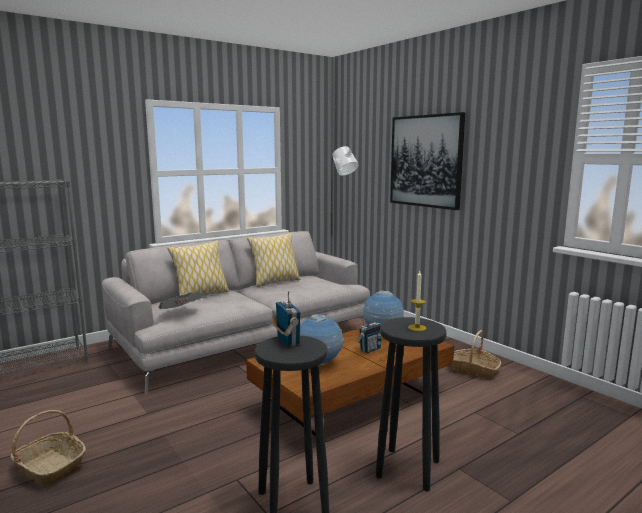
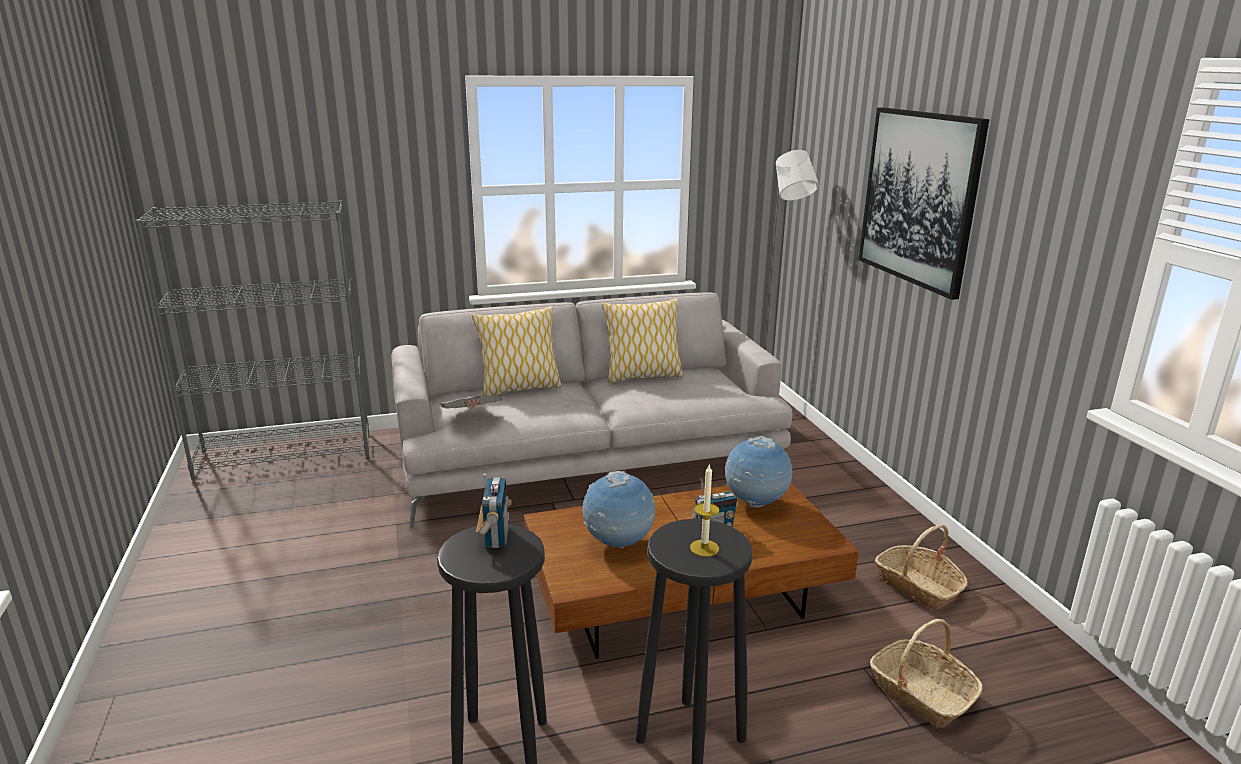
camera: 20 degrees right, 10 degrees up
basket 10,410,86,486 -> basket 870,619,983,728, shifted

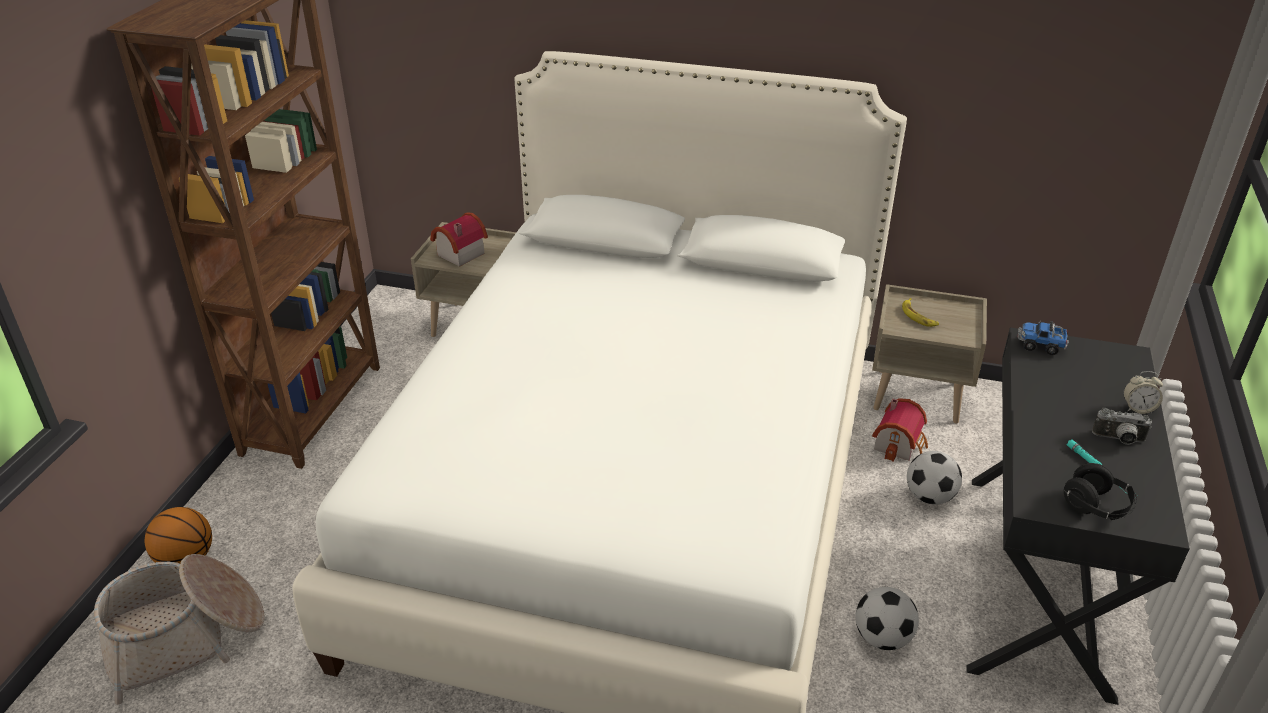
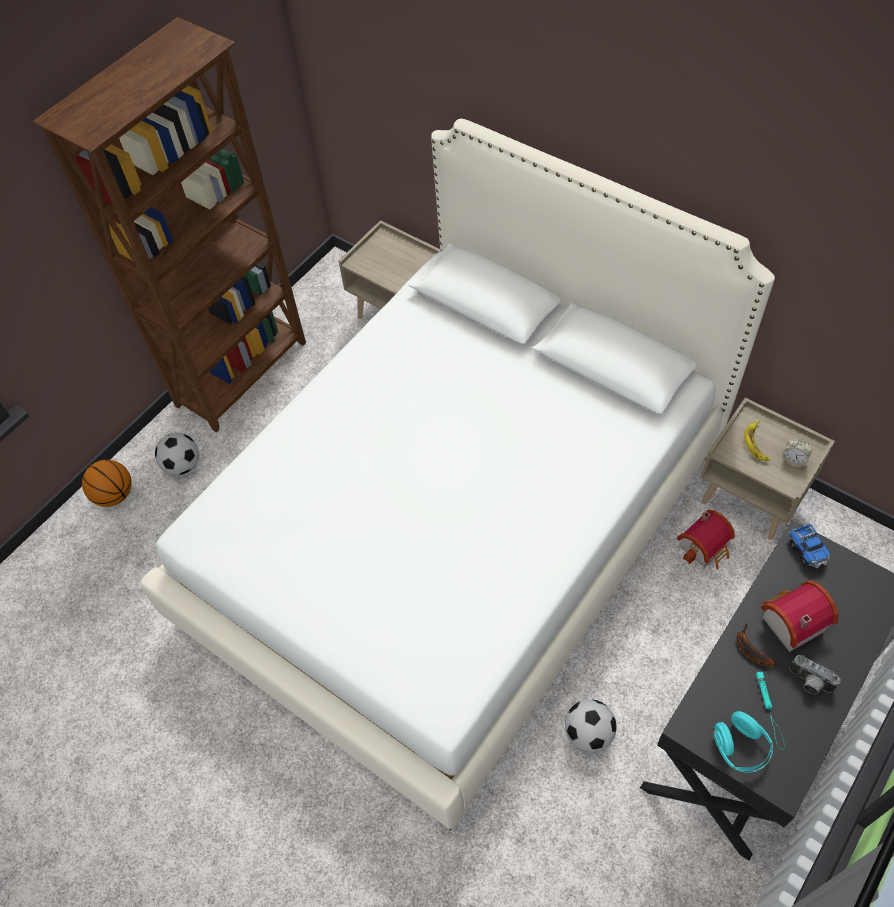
camera: 25 degrees right, 20 degrees up
basket 94,554,265,705 -> none
none -> banana 737,624,777,667
toy house 430,212,488,267 -> toy house 761,580,838,652, shifted
football 907,451,962,505 -> football 155,433,199,475, shifted
alarm clock 1124,371,1163,414 -> alarm clock 783,438,812,467, shifted
headphones (black) 1064,463,1137,520 -> headphones (turquoise) 712,711,773,773
toy truck 1018,320,1069,355 -> toy truck 788,524,830,568, 150 degrees counterclockwise

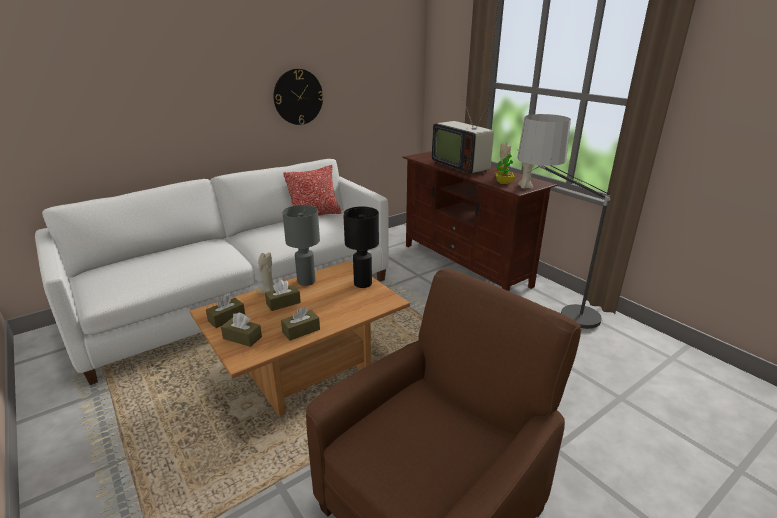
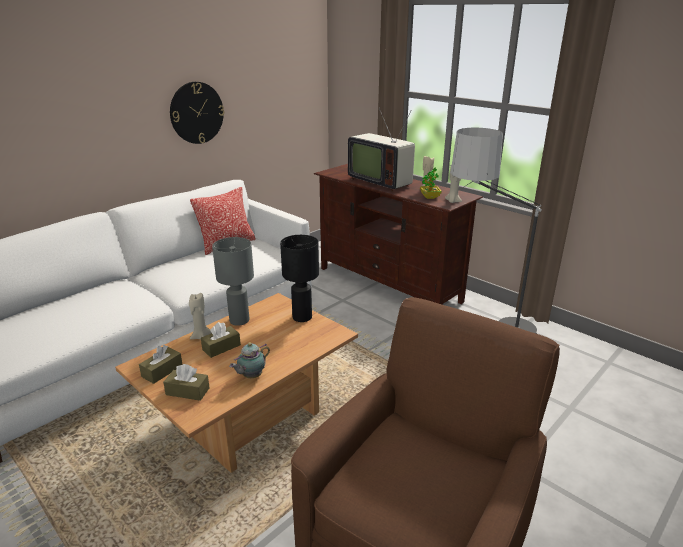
camera: 10 degrees left, 0 degrees up
tissue box (brown) 281,307,320,341 -> teapot 229,342,270,378

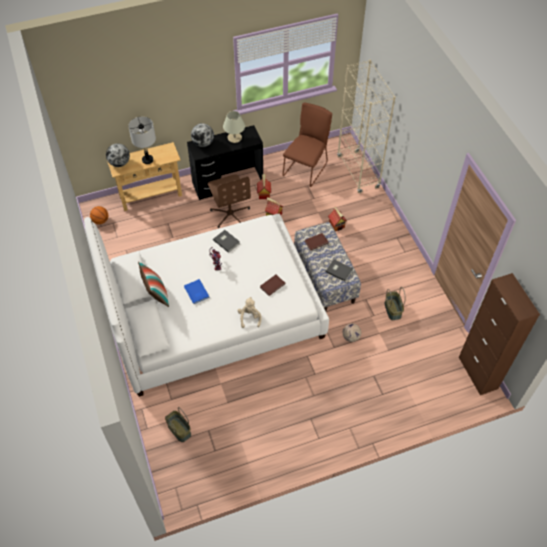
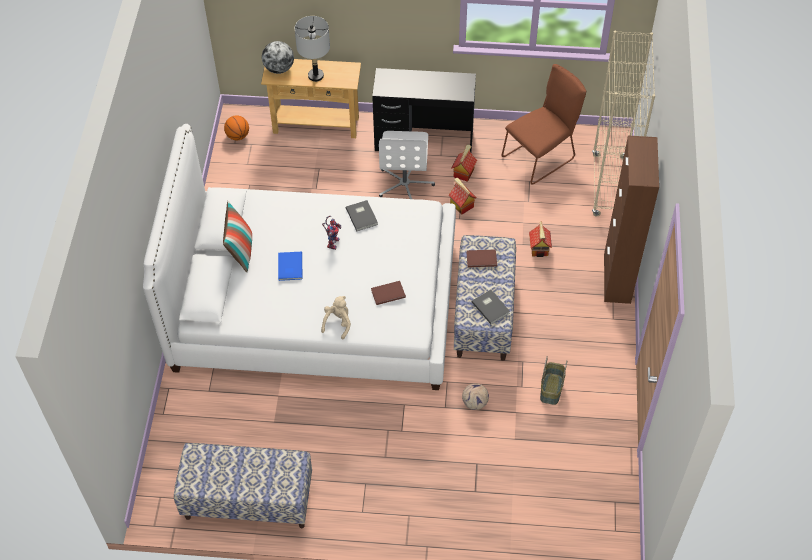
camera: 25 degrees right, 0 degrees up
basket 165,407,191,442 -> none
globe 191,123,214,147 -> none
table lamp (beige) 223,111,245,143 -> none
none -> bench 174,443,312,528
cabinet (brown) 459,273,540,395 -> cabinet (brown) 604,136,659,304, shifted
office chair (brown) 208,174,251,228 -> office chair (white) 379,131,435,199

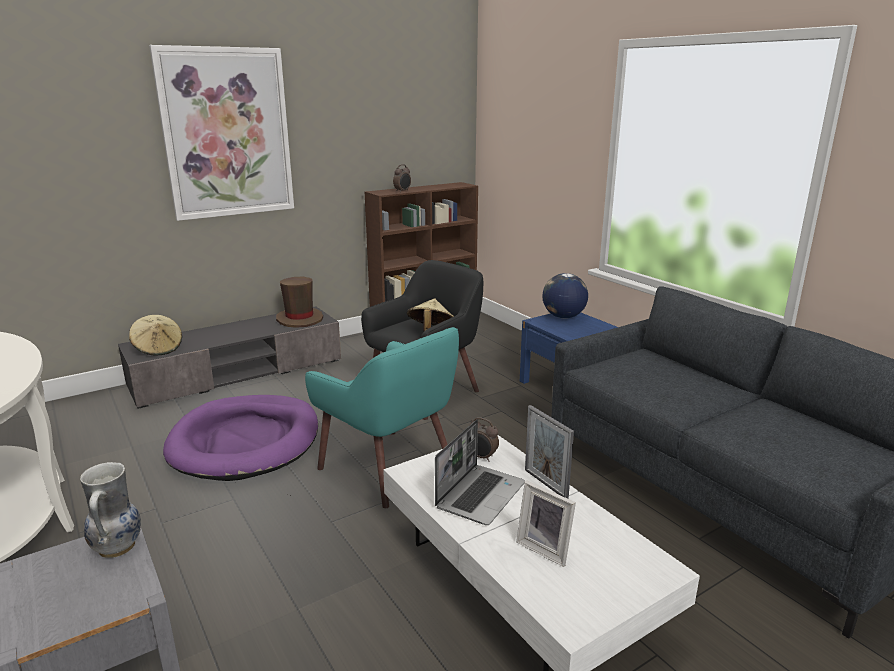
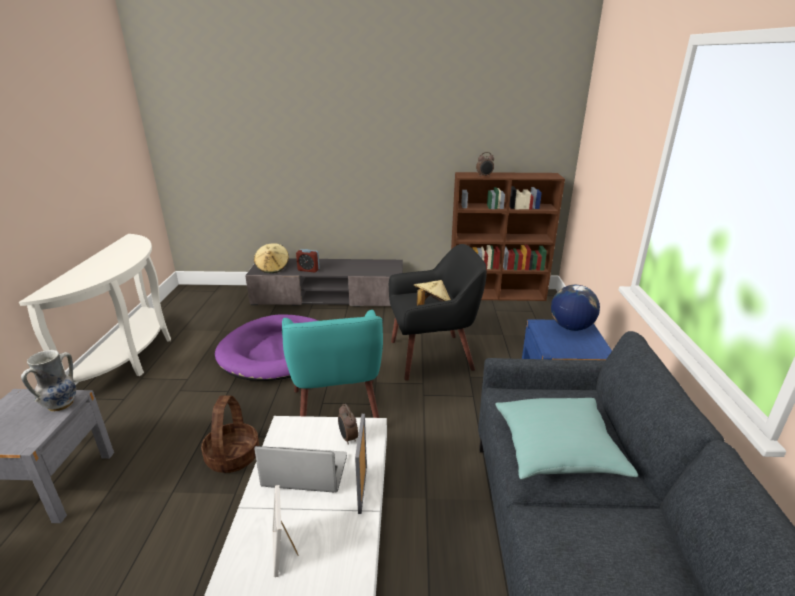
camera: 35 degrees right, 5 degrees up
picture 149,45,294,221 -> none
hat (brown) 276,277,323,328 -> none
none -> basket 201,395,259,473
none -> alarm clock 296,249,320,272
none -> pillow (turquoise) 495,398,638,479
laptop 435,419,525,525 -> laptop 254,446,347,492, 150 degrees counterclockwise

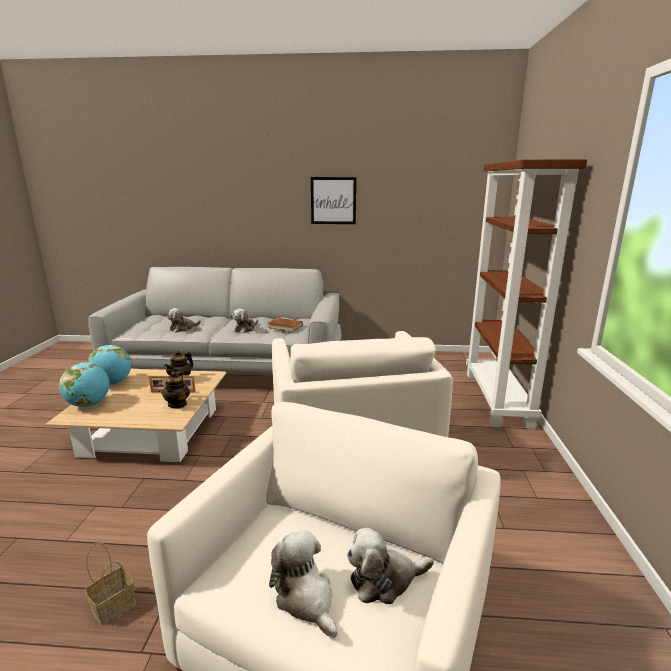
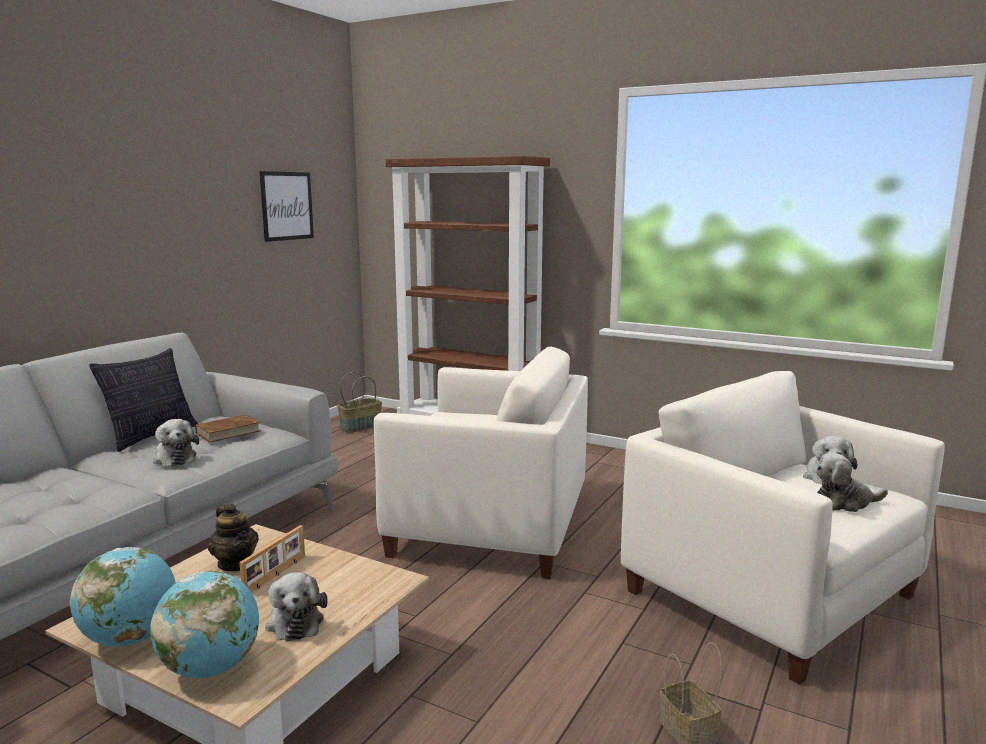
camera: 65 degrees left, 5 degrees down
teapot 162,371,190,409 -> none
none -> pillow 89,348,198,452
none -> basket 337,372,382,433
plush toy 167,308,201,333 -> plush toy 265,572,328,642, shifted
picture 311,177,356,224 -> picture 260,171,314,242, shifted

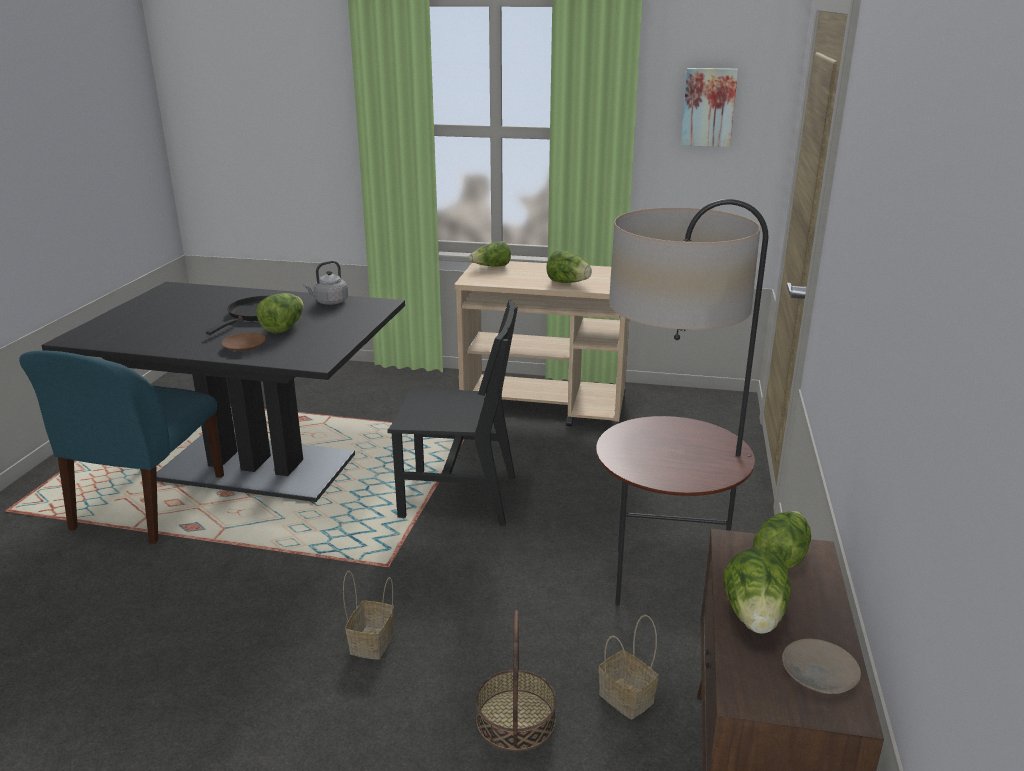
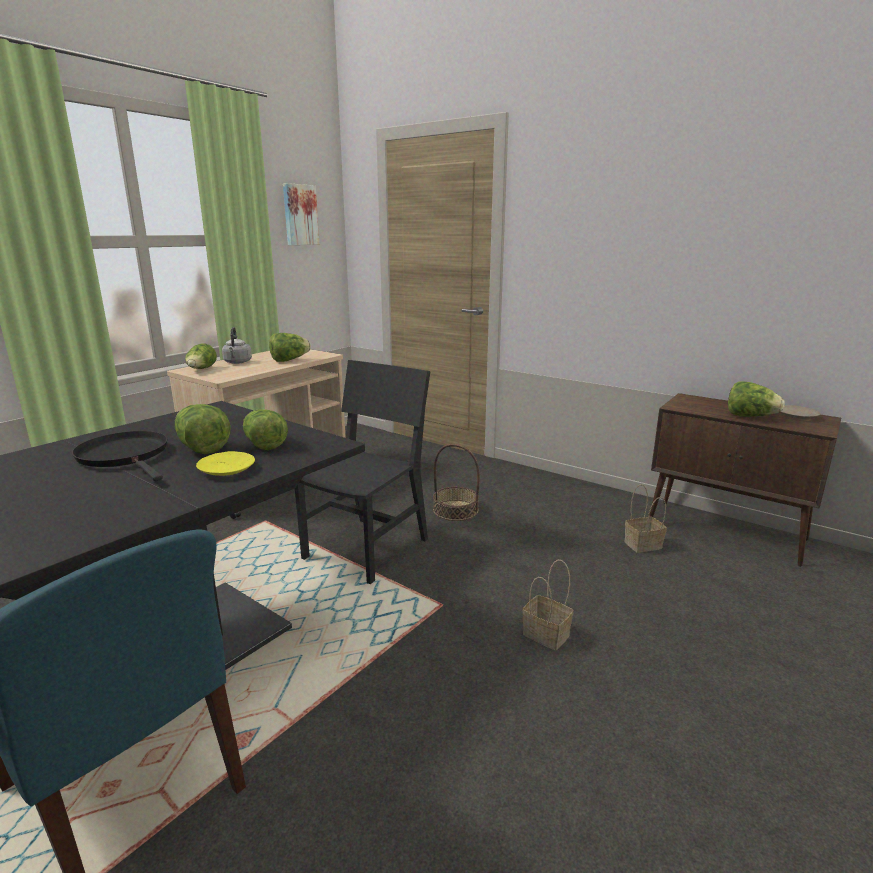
camera: 65 degrees left, 5 degrees down
floor lamp 596,199,769,606 -> none
kettle (grey) 303,261,348,305 -> kettle (grey) 222,327,252,364, shifted
basket 475,610,557,751 -> basket 433,444,480,521, shifted
lettuce 753,511,811,569 -> lettuce 243,409,288,450, shifted
plate (brown) 222,333,266,351 -> plate (yellow) 196,451,255,476

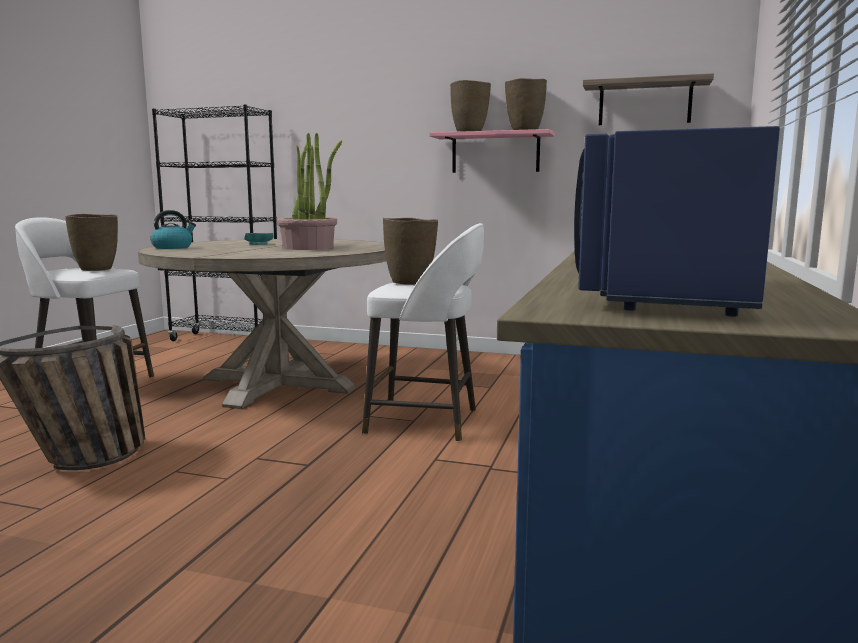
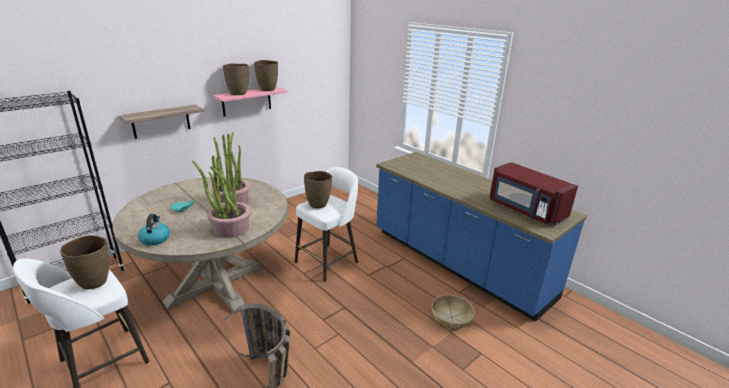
camera: 60 degrees left, 15 degrees up
none -> potted plant 192,156,251,238
none -> basket 432,295,475,331
shelf 583,73,714,125 -> shelf 119,104,204,139, shifted
microwave (blue) 574,126,780,317 -> microwave (red) 490,162,578,226

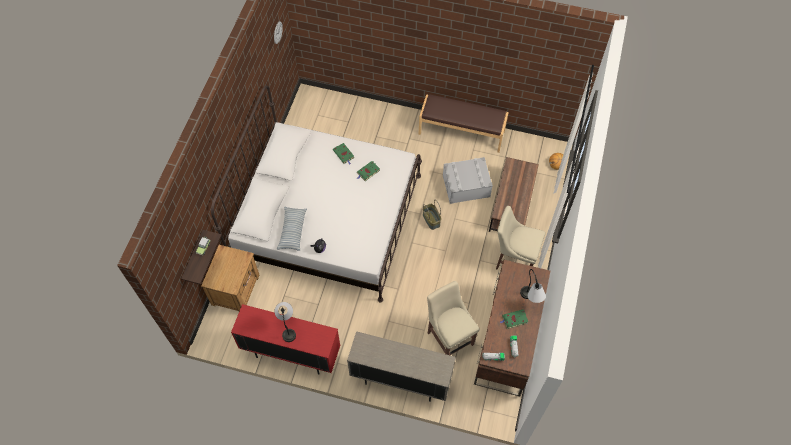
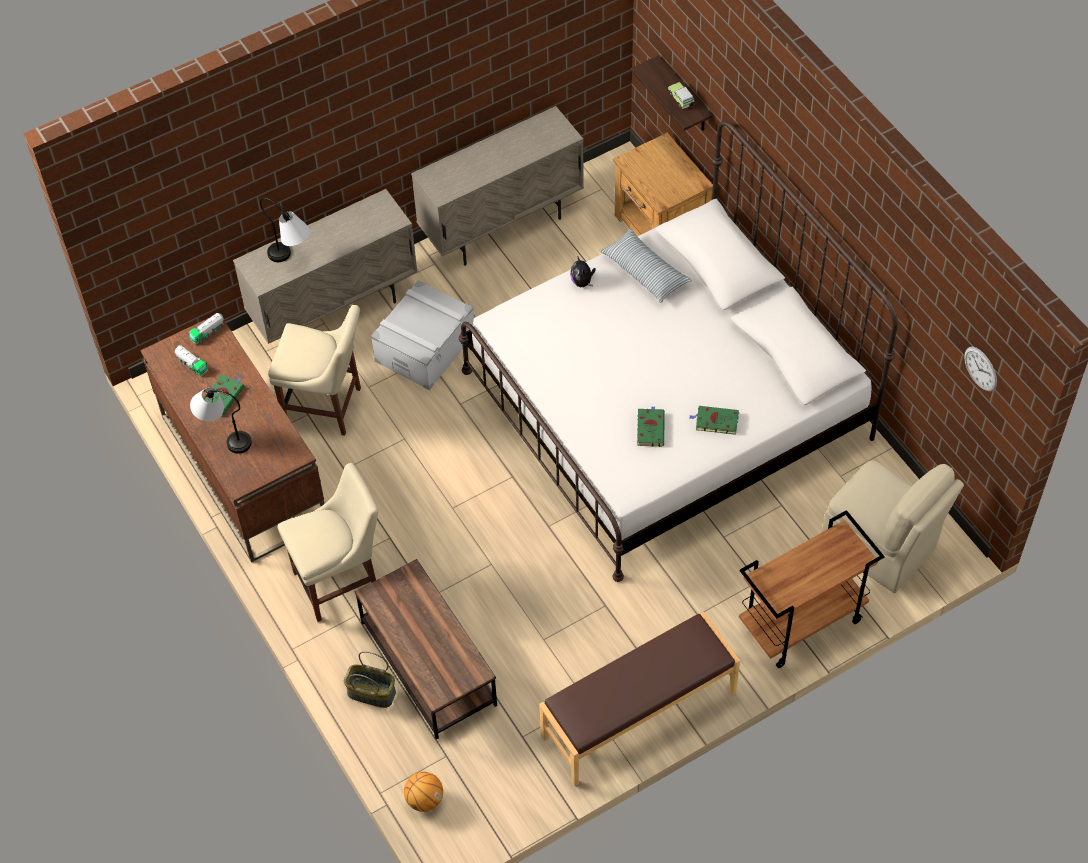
camera: 135 degrees right, 5 degrees down
none -> cart (brown) 739,510,885,668
none -> chair (beige) 822,460,964,593
table lamp 274,302,296,342 -> table lamp 260,198,311,262, shifted
basket 423,200,441,230 -> basket 344,651,396,708, shifted
storage box (grey) 443,157,493,204 -> storage box (grey) 371,280,474,391, shifted
cabinet (red) 231,304,340,374 -> cabinet (beige) 411,106,584,266

